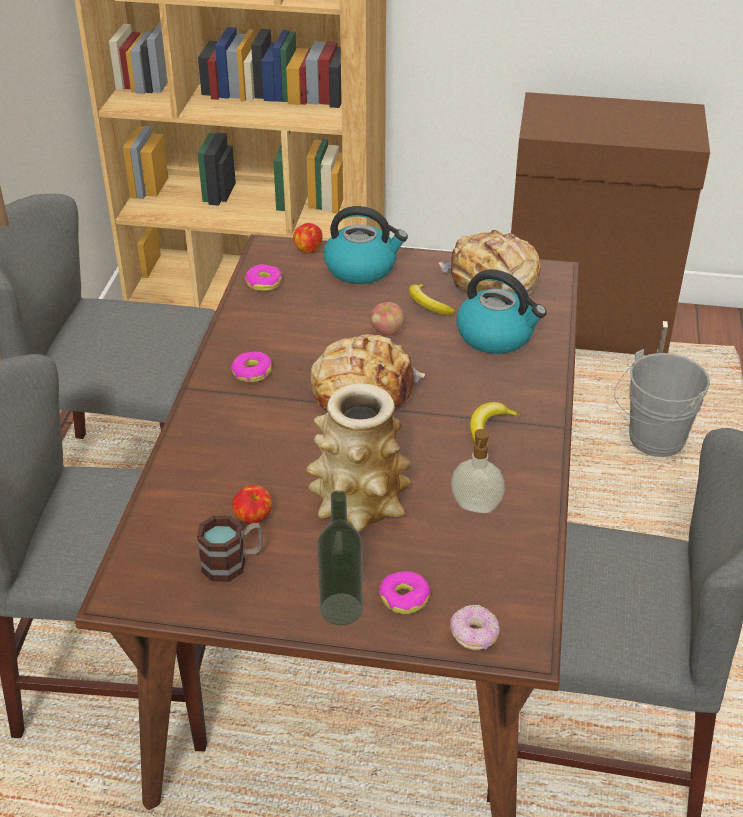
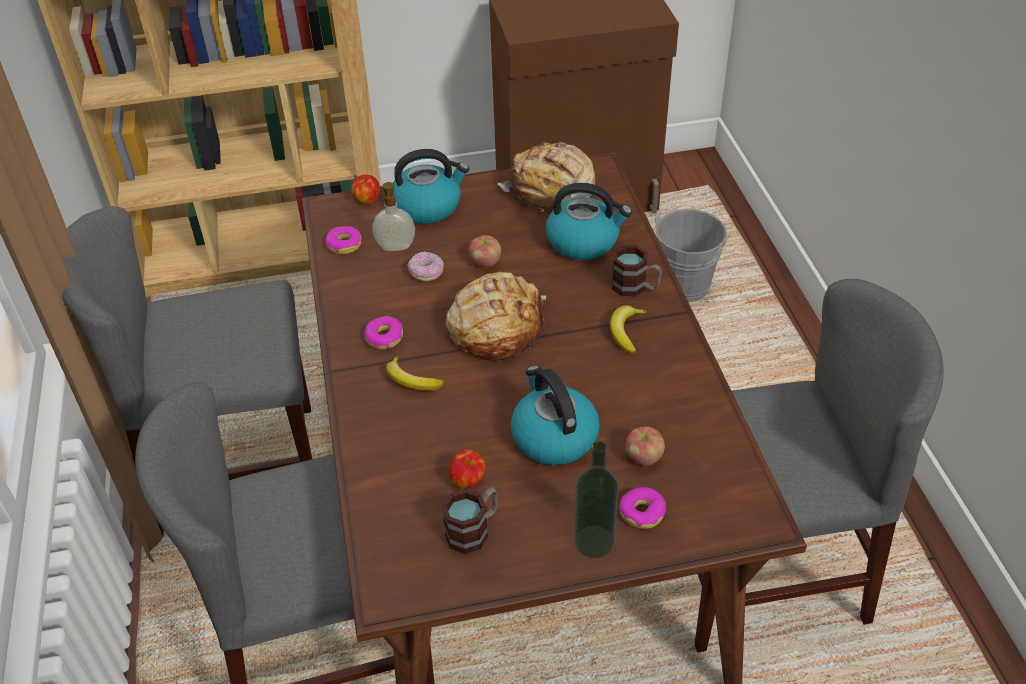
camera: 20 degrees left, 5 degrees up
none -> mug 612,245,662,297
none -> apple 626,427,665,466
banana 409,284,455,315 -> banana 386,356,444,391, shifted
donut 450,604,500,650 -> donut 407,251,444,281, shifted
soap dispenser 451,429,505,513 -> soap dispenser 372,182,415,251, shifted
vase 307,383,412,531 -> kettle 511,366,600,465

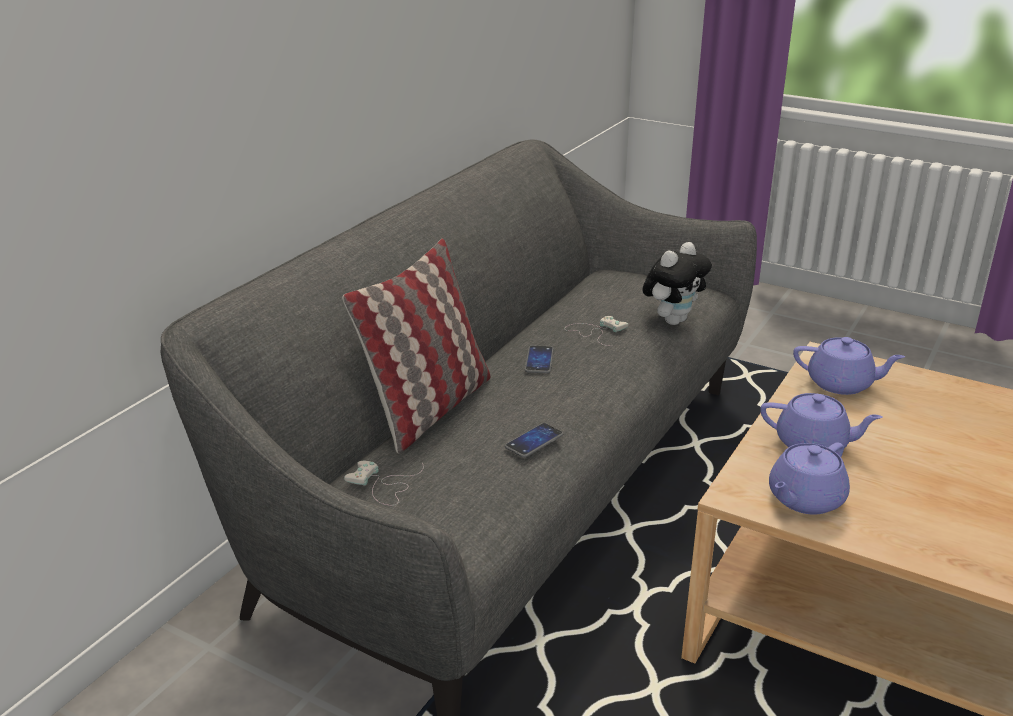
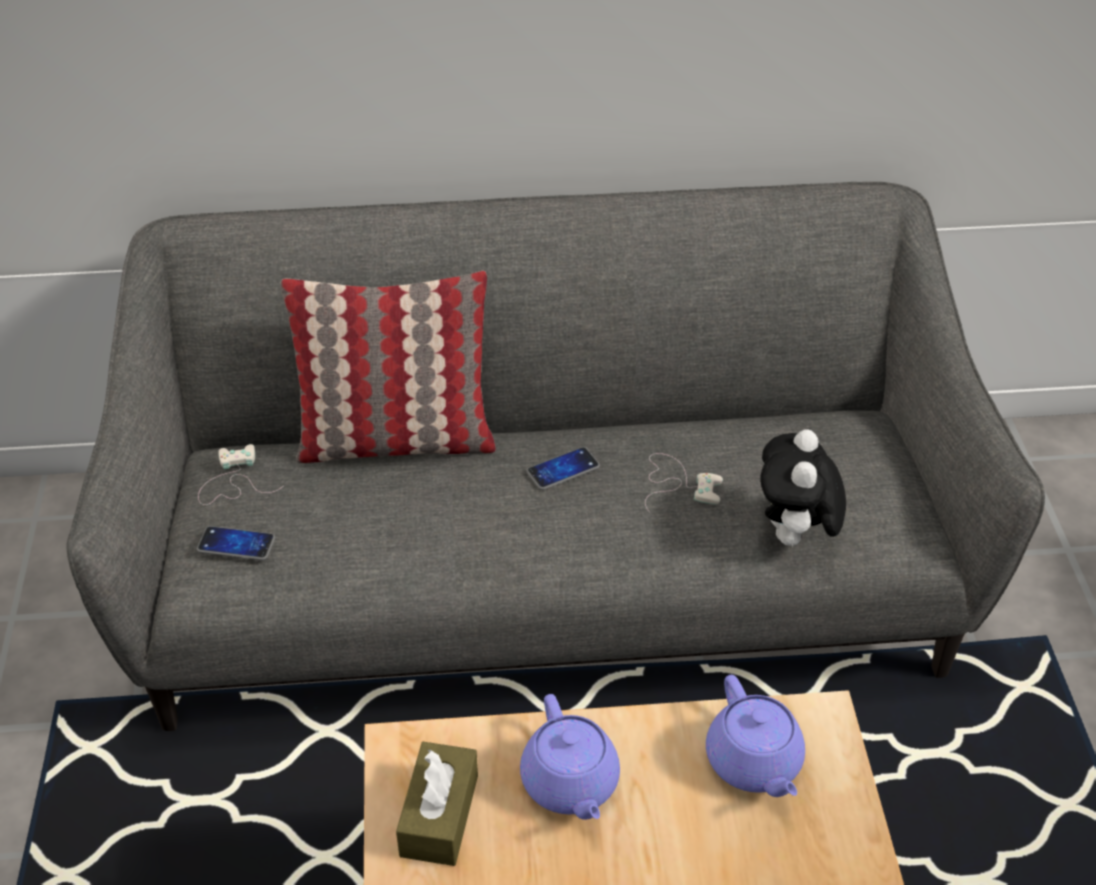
camera: 55 degrees right, 15 degrees up
phone 505,423,563,458 -> phone 197,526,275,561, shifted
teapot (purple) 769,442,850,515 -> tissue box (brown) 396,742,478,866
plush toy 643,242,712,325 -> plush toy 760,430,846,551, 90 degrees clockwise

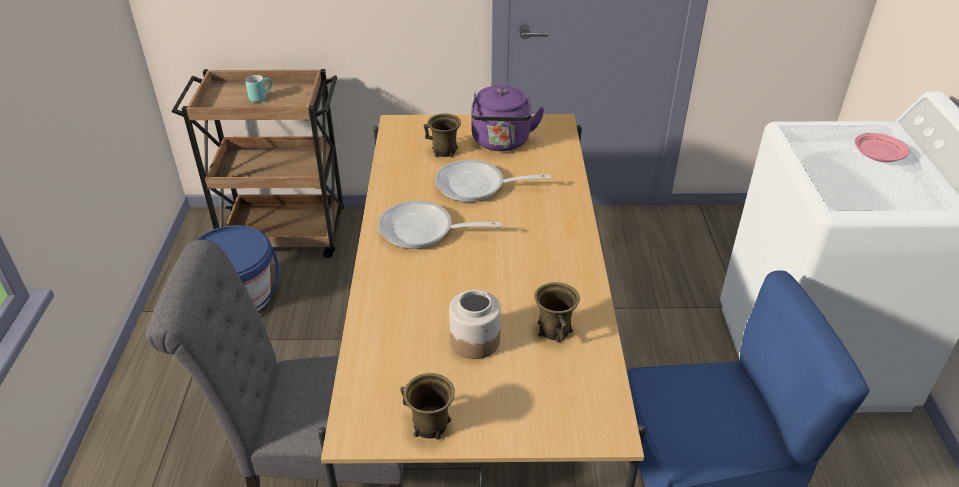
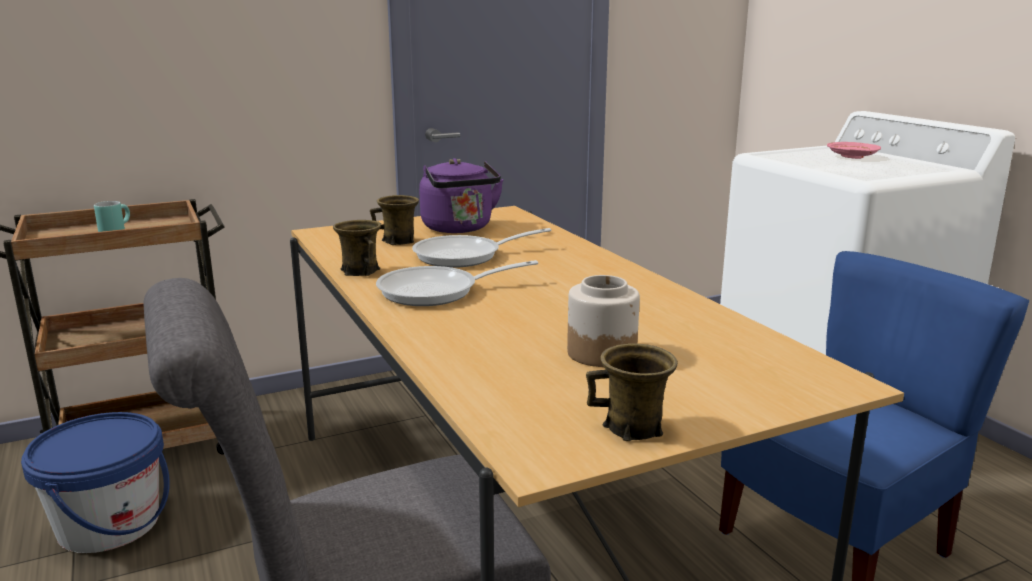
camera: 25 degrees left, 20 degrees down
mug (brown) 534,282,580,342 -> mug (brown) 333,220,381,276, shifted

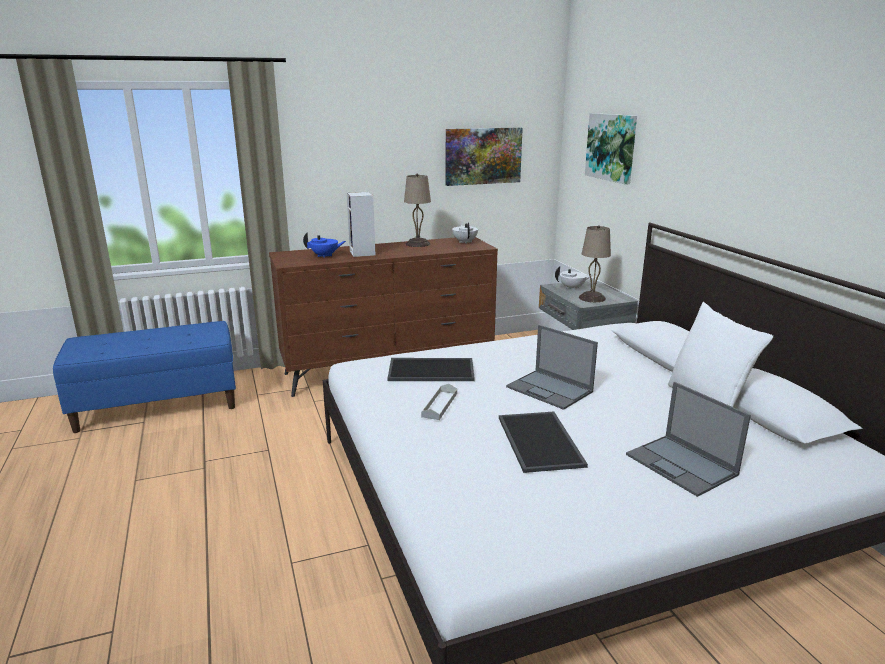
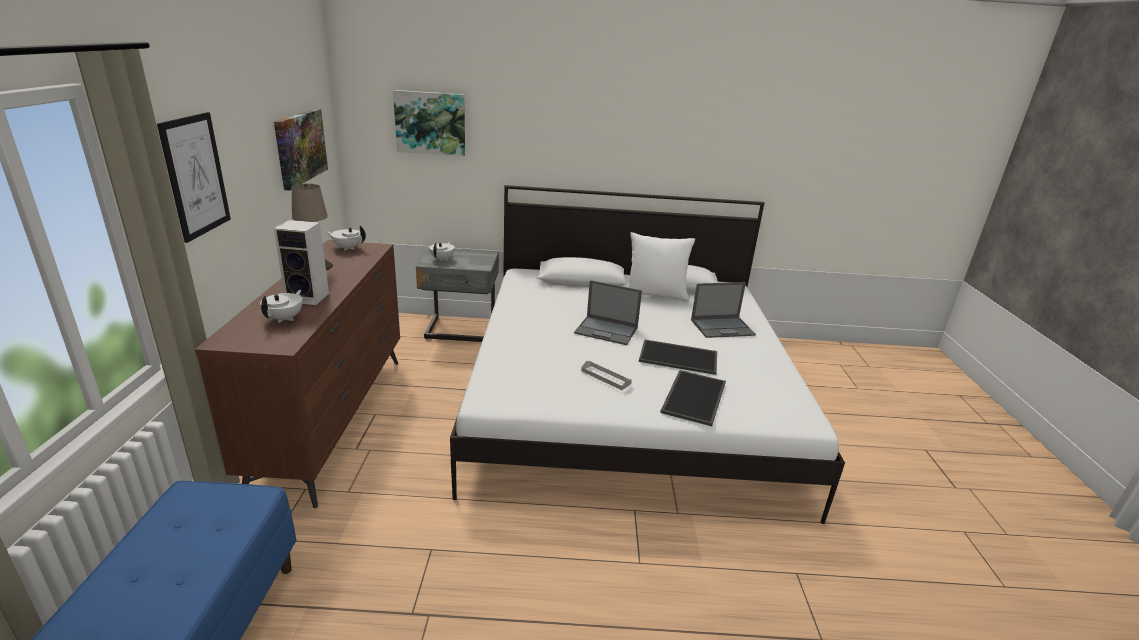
camera: 70 degrees left, 5 degrees up
table lamp (beige) 579,225,611,302 -> none
none -> picture 157,112,231,243
tray 388,358,475,381 -> tray 660,370,726,426, shifted
teapot (blue) 303,232,346,257 -> teapot (white) 260,290,303,323
laptop 506,325,598,410 -> laptop 574,280,642,345, 45 degrees clockwise

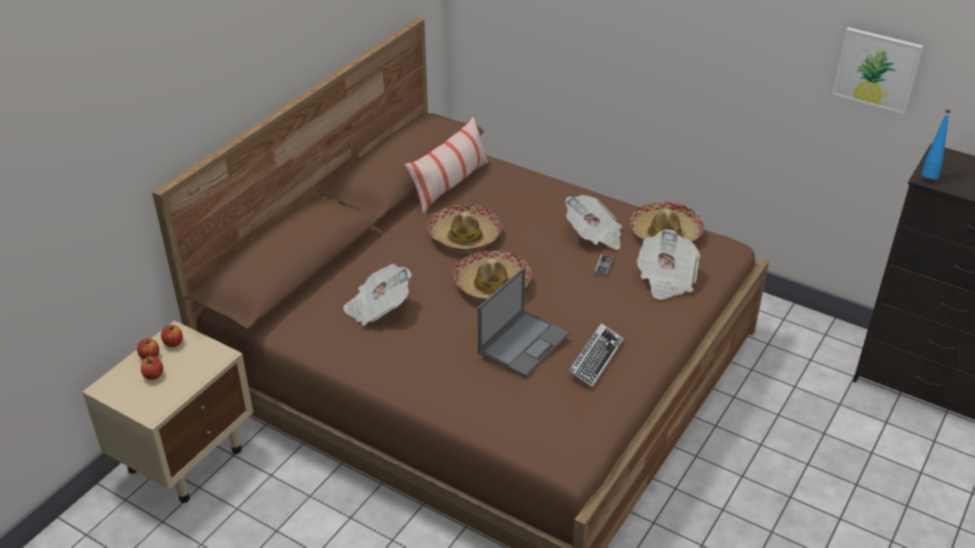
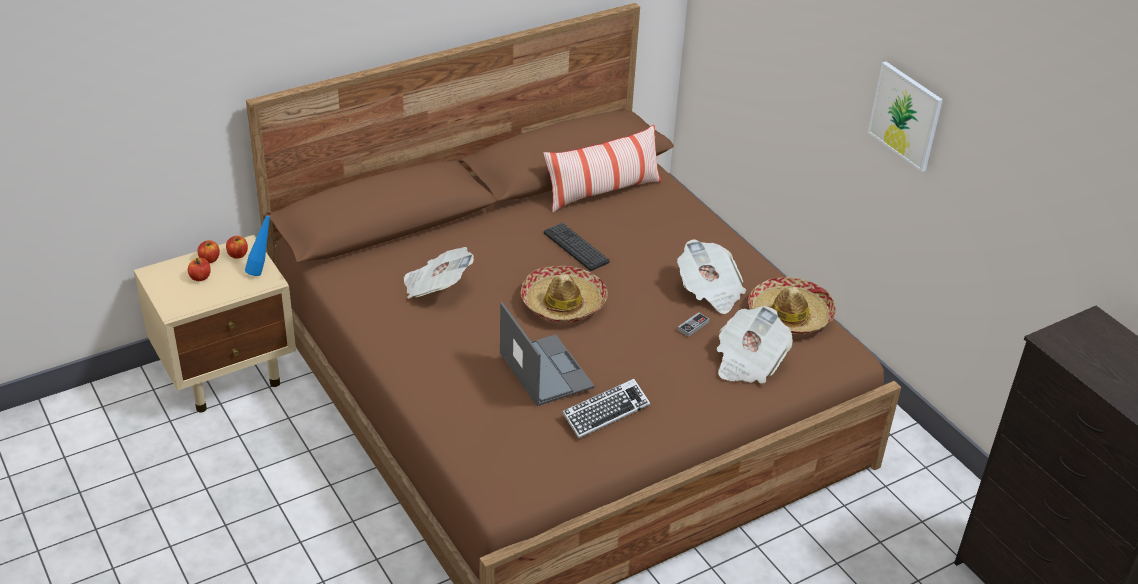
camera: 25 degrees right, 0 degrees up
picture 832,27,923,114 -> picture 868,62,943,172, shifted
bottle (blue) 921,110,951,179 -> bottle (blue) 245,210,272,276, shifted
hat 427,205,502,251 -> keyboard 544,223,610,271
laptop 478,267,569,377 -> laptop 500,302,595,406, 90 degrees counterclockwise

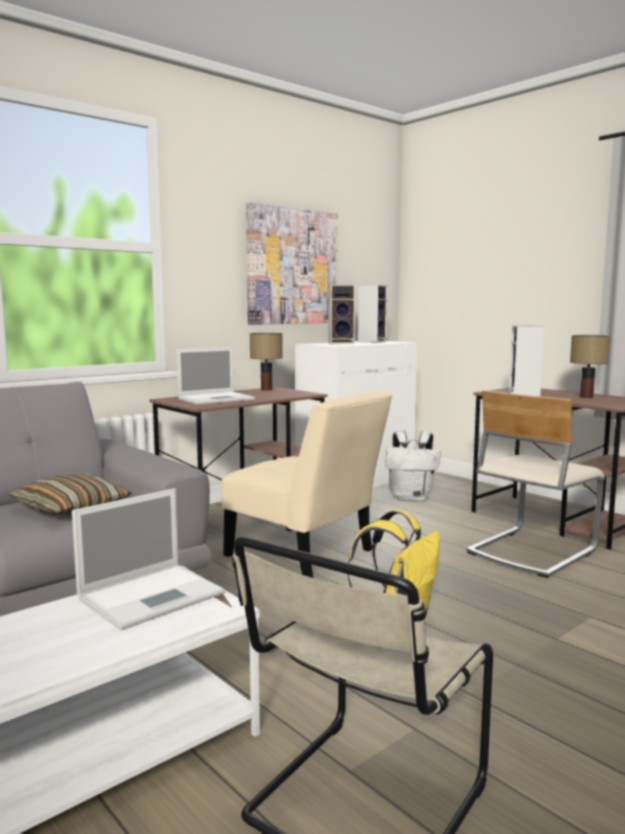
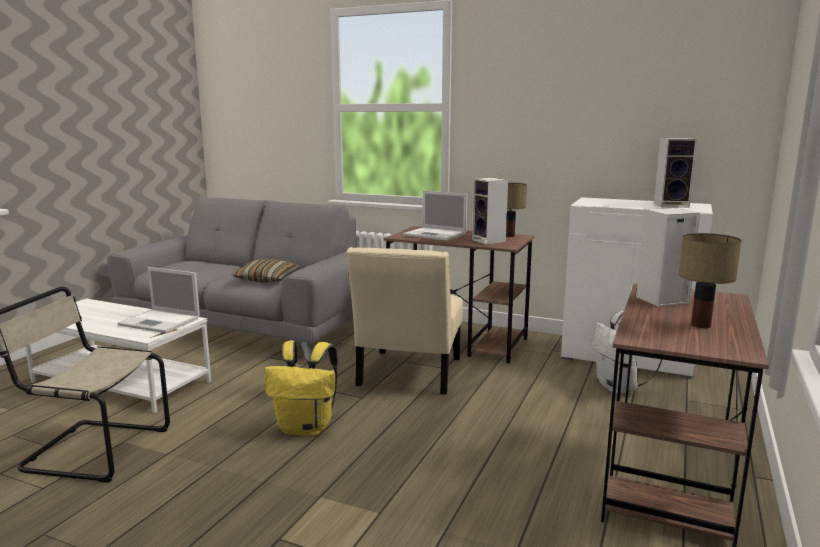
camera: 65 degrees right, 5 degrees up
picture 246,202,338,325 -> none
chair (beige) 466,390,605,578 -> none
speaker 329,284,355,344 -> speaker 472,178,508,245, shifted

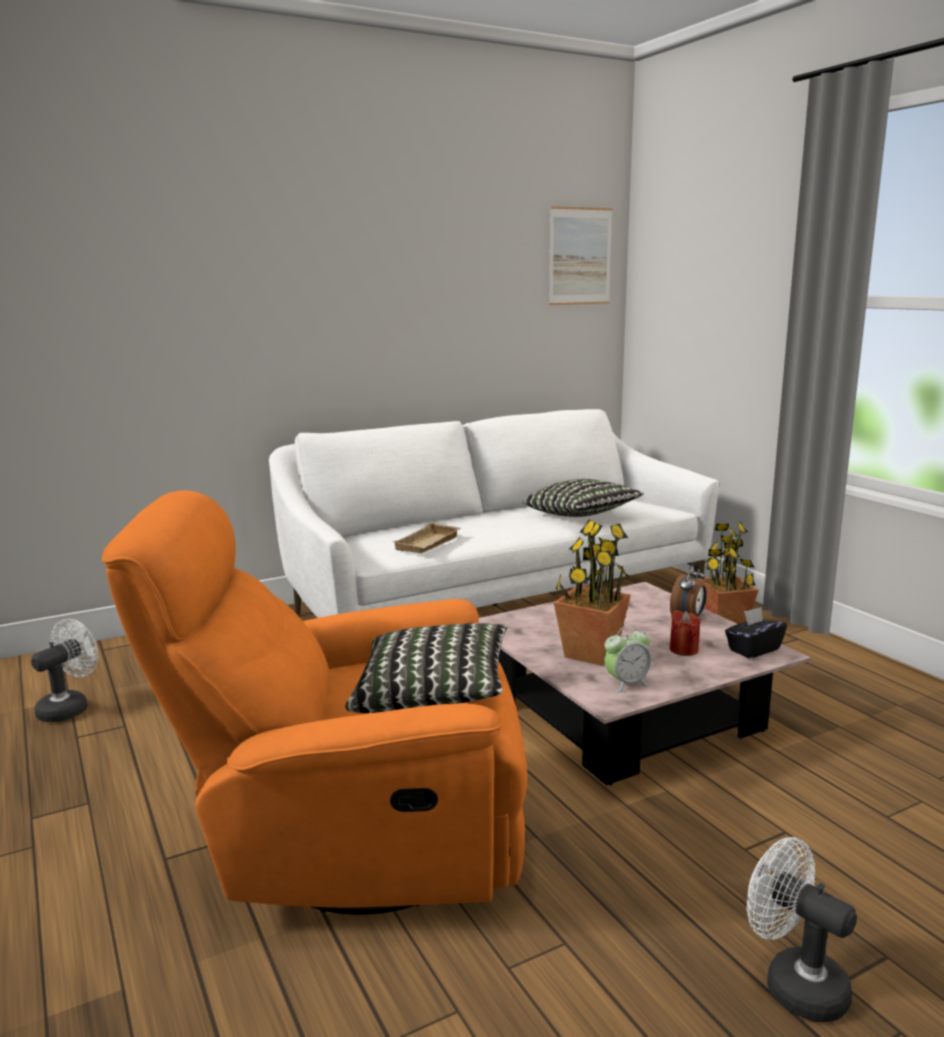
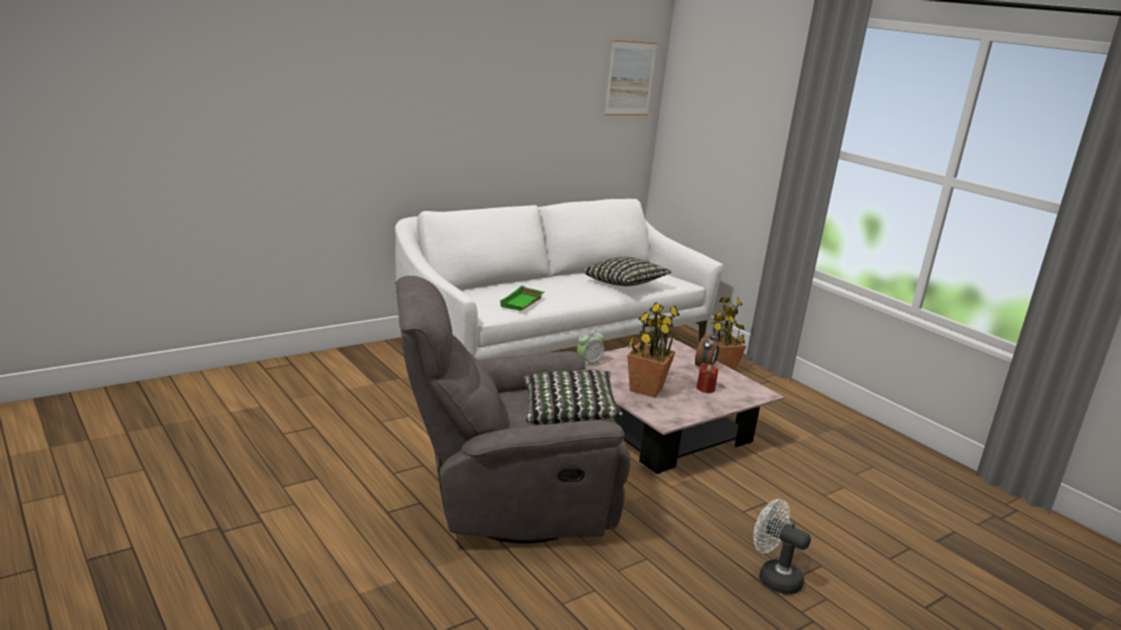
camera: 10 degrees left, 5 degrees up
fan (white) 31,619,98,722 -> none
tissue box (black) 725,607,787,659 -> none
alarm clock 605,625,651,693 -> alarm clock 577,329,605,367, shifted
armchair (orange) 102,490,527,915 -> armchair (grey) 395,276,630,544
tray (beige) 392,522,461,553 -> tray (green) 500,286,544,311

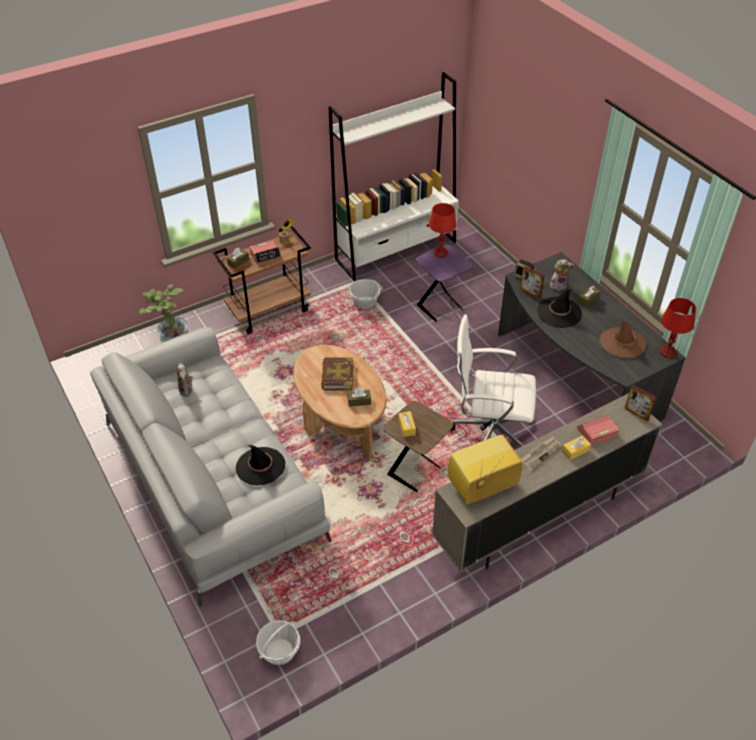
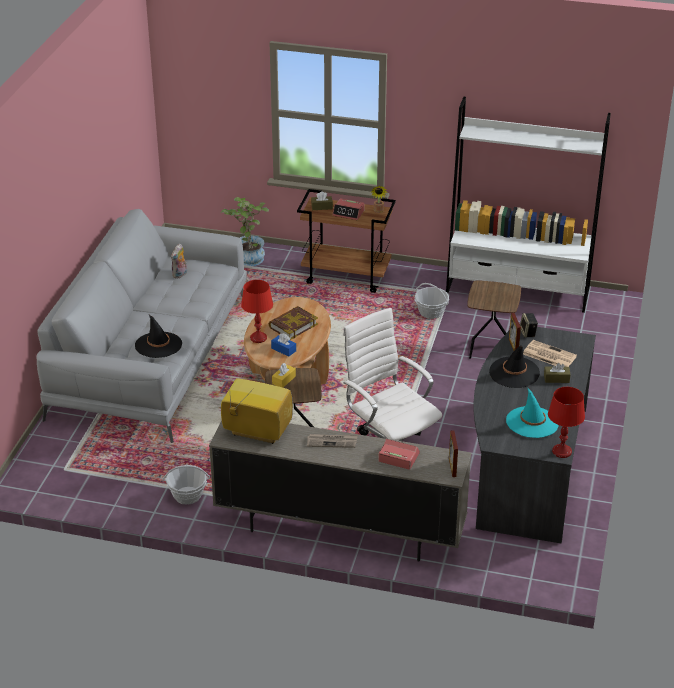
camera: 45 degrees right, 10 degrees down
tissue box (yellow) 562,435,591,460 -> none
basket 256,620,300,665 -> basket 163,465,210,505, shifted
table lamp (red) 429,203,456,258 -> table lamp (red) 241,280,273,343, shifted
plush toy 550,259,574,290 -> newspaper 523,340,577,367
tissue box (brown) 347,387,371,407 -> tissue box (blue) 271,333,296,357
side table (purple) 416,245,473,322 -> side table (brown) 467,280,521,358
hat (brown) 600,318,646,358 -> hat (turquoise) 506,387,559,438

